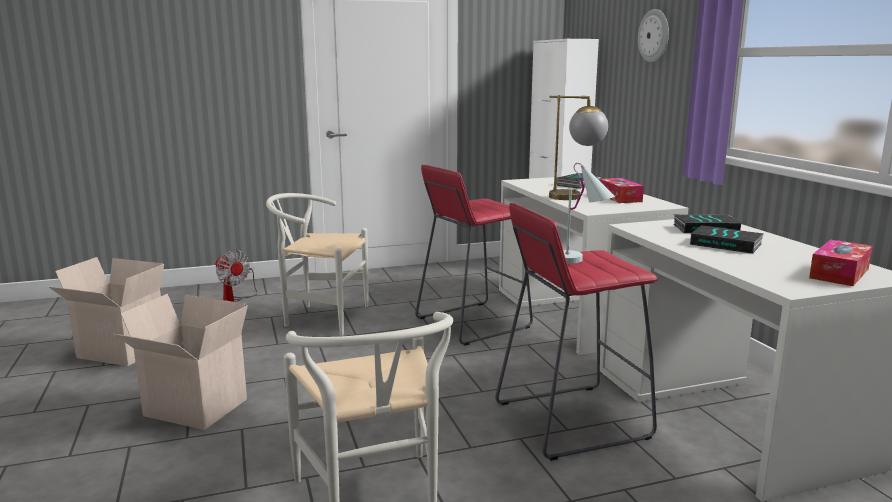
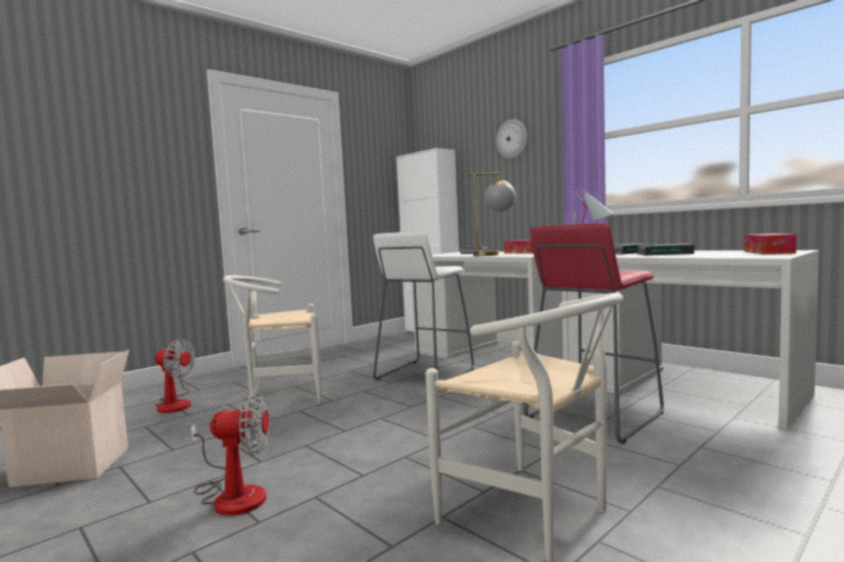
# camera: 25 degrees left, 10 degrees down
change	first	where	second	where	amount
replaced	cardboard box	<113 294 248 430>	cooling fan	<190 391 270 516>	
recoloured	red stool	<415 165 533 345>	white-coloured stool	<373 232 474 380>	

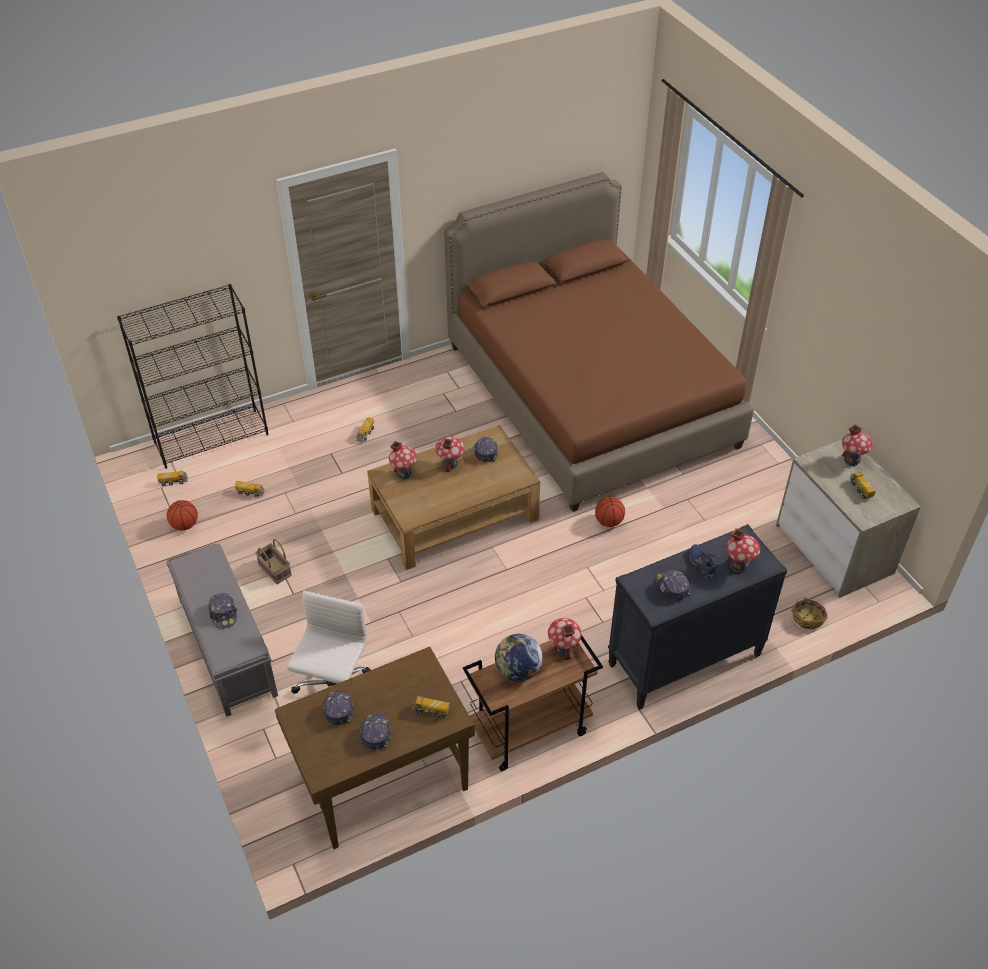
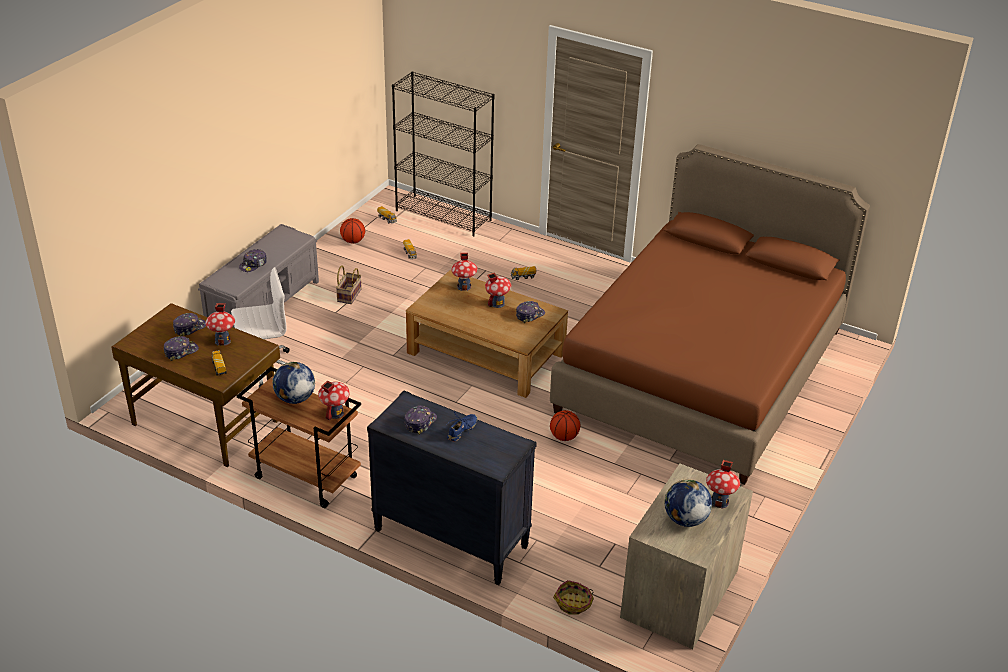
# camera: 55 degrees right, 10 degrees down
change	first	where	second	where	amount
moved	miniature house	<726 528 760 573>		<205 303 235 346>	
replaced	model truck	<850 472 876 499>	world globe	<665 479 712 527>	

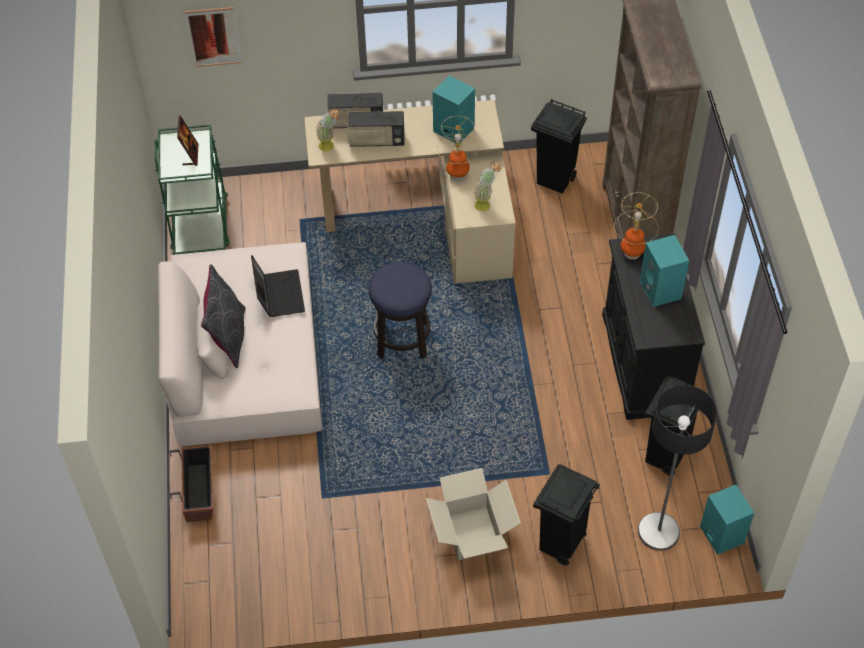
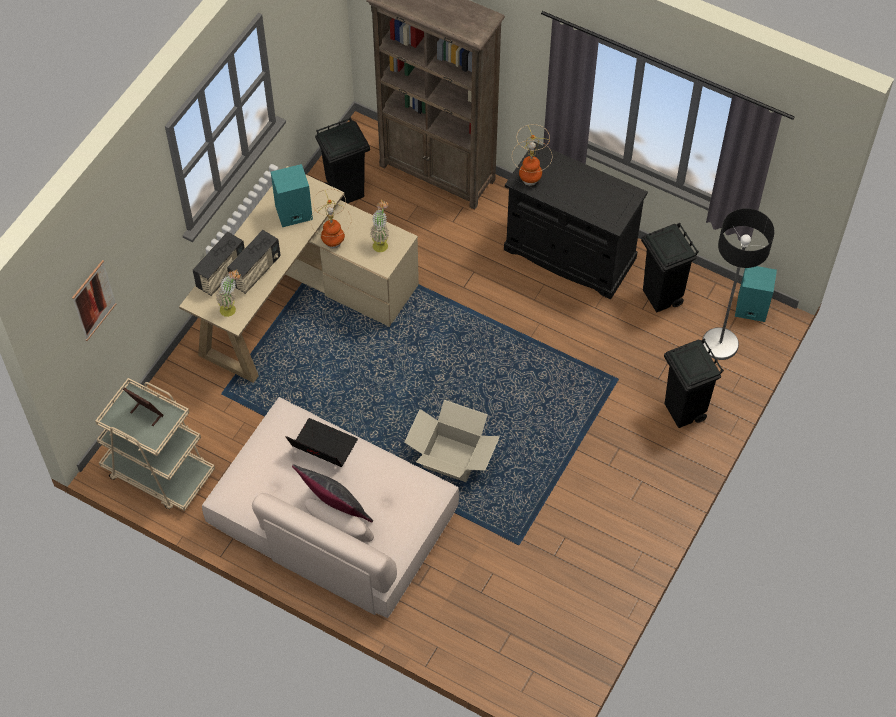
# camera: 55 degrees left, 5 degrees up
change	first	where	second	where	amount
recoloured	greenish trolley	<155 124 230 255>	beige-coloured trolley	<95 378 215 511>	
removed	flower pot	<170 446 213 522>			
removed	stool	<369 262 432 359>			
moved	cardboard box	<426 468 521 560>		<404 400 500 482>	
removed	blue-green loudspeaker	<640 235 689 307>			

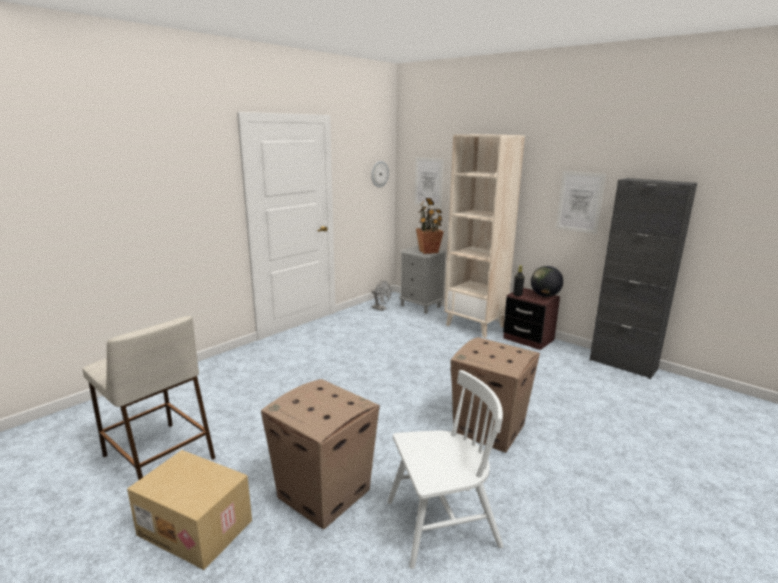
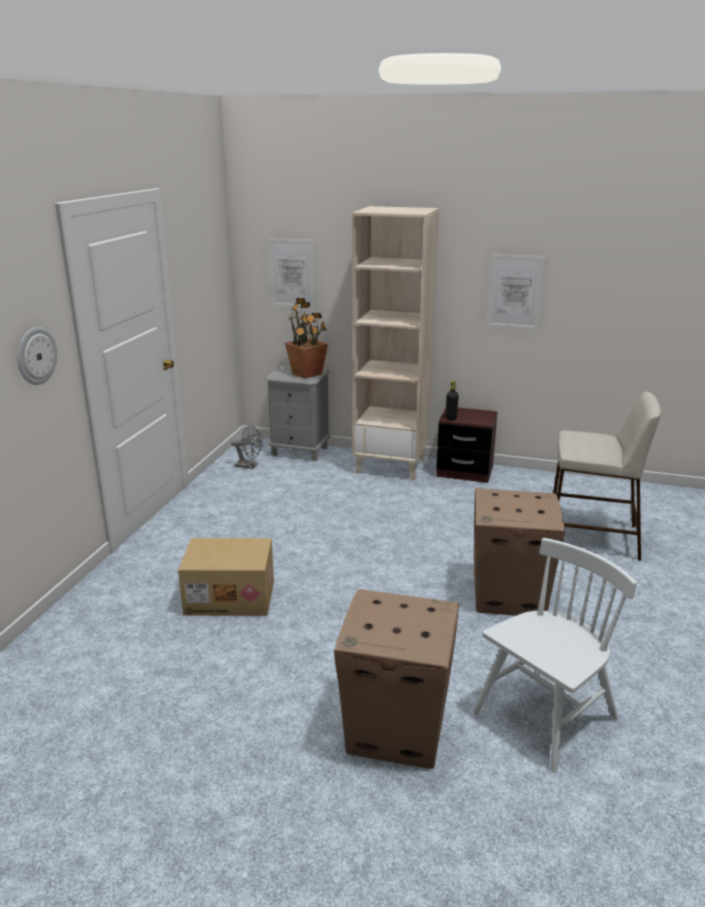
# camera: 25 degrees left, 5 degrees up
change	first	where	second	where	amount
moved	beige-coloured stool	<83 316 215 480>		<553 392 661 561>	
moved	cardboard box	<127 450 252 570>		<178 538 274 616>	
moved	clock on the wall	<371 161 389 188>		<18 327 57 385>	
removed	world globe	<531 266 563 297>			
removed	black-coloured cupboard	<589 178 697 379>			

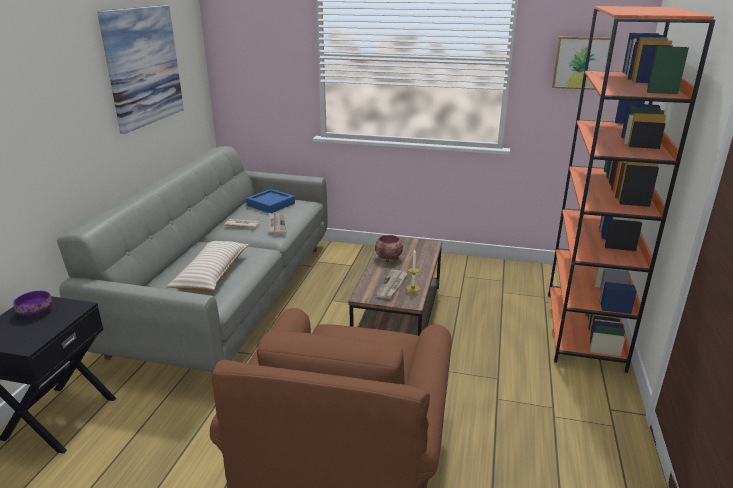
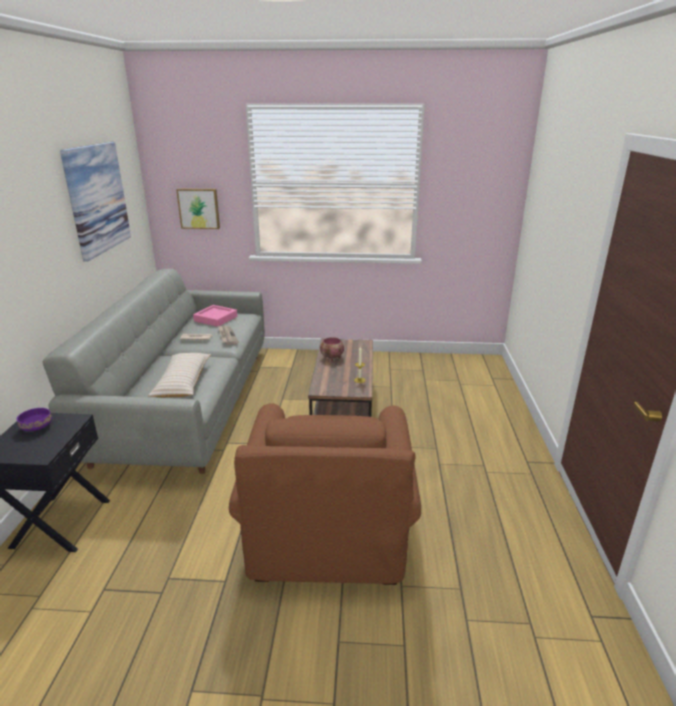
# camera: 10 degrees left, 0 degrees up
change	first	where	second	where	amount
recoloured	blue tray	<246 189 295 213>	pinkish tray	<193 305 237 327>	
removed	printed paper	<375 270 408 299>			
removed	orange bookshelf	<548 6 715 373>			
moved	picture	<552 36 611 90>		<176 188 220 229>	

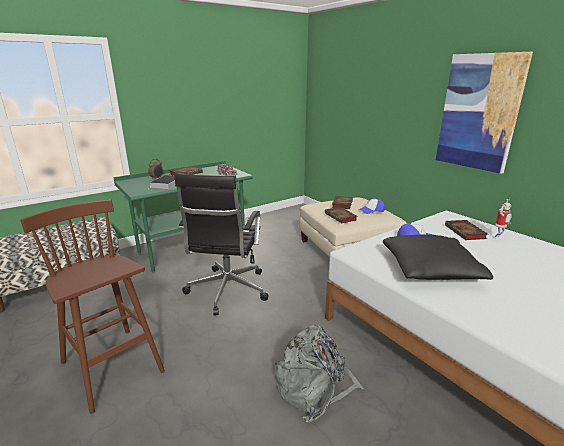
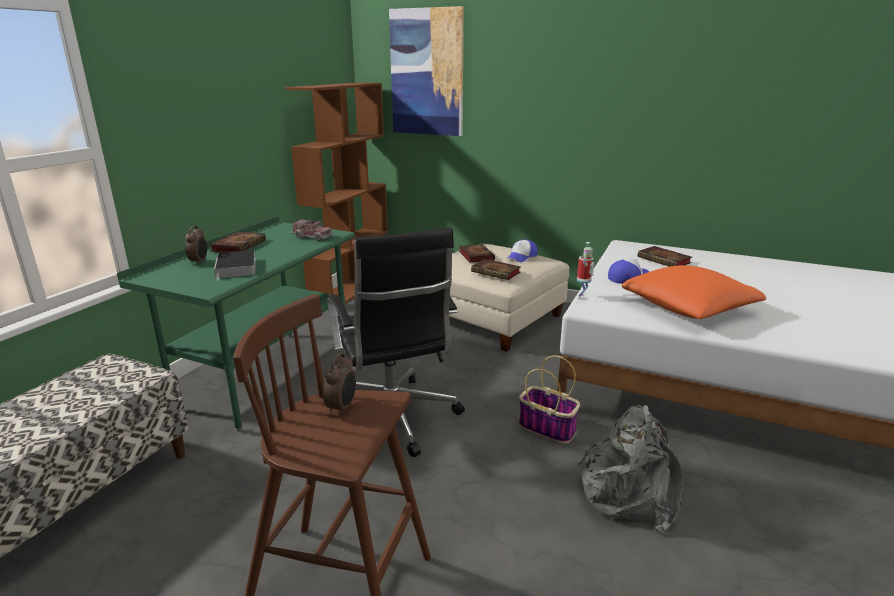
# camera: 30 degrees left, 0 degrees up
change	first	where	second	where	amount
recoloured	black-coloured throw pillow	<383 235 493 280>	orange throw pillow	<622 265 766 319>	
moved	picture	<436 52 533 174>		<389 6 464 136>	
moved	robot figure	<494 199 512 239>		<577 242 594 299>	
added			brownish bookshelf	<285 82 388 310>	
added			alarm clock	<323 353 356 416>	
added			storage basket	<519 355 580 444>	

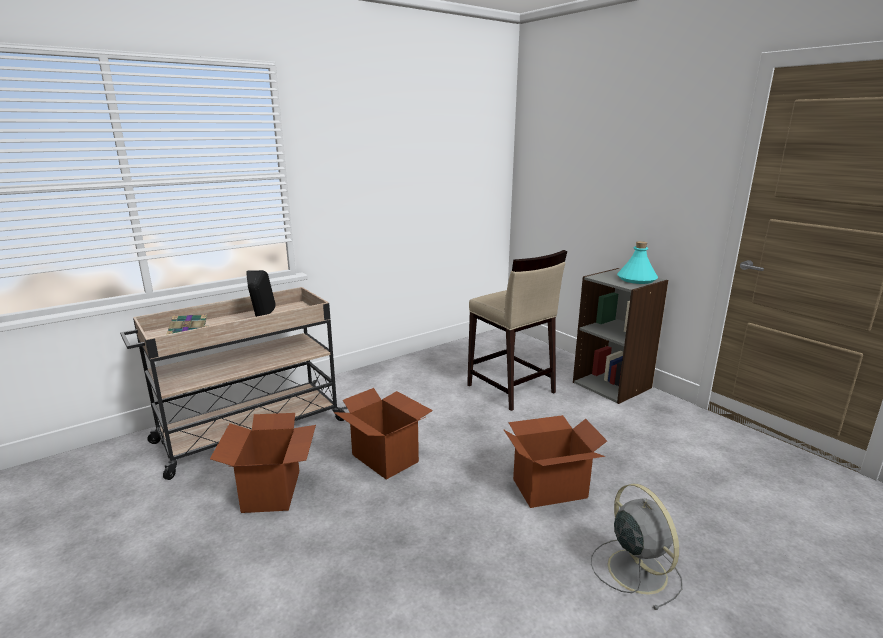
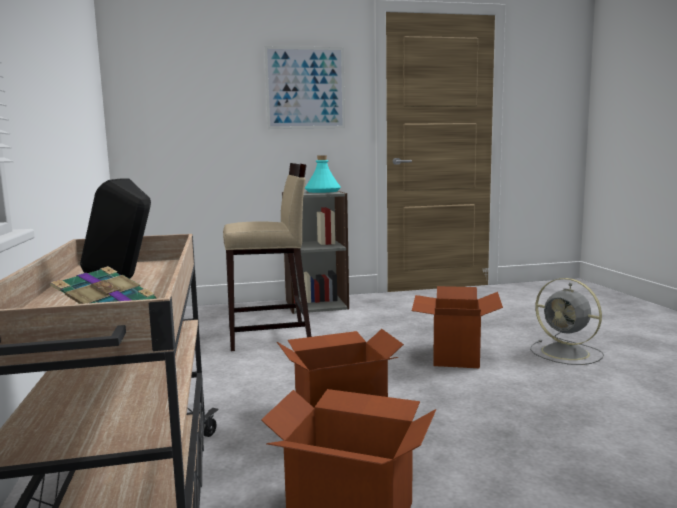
# camera: 65 degrees left, 10 degrees down
change	first	where	second	where	amount
turned	grey cooling fan	<591 484 682 610>		<530 278 604 365>	135 degrees counterclockwise
added			picture	<264 46 345 129>	

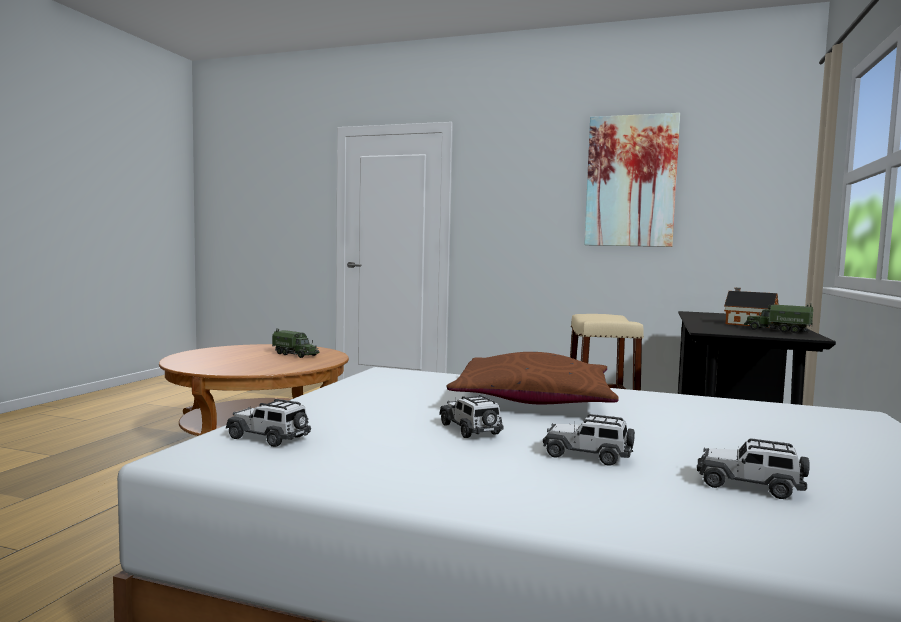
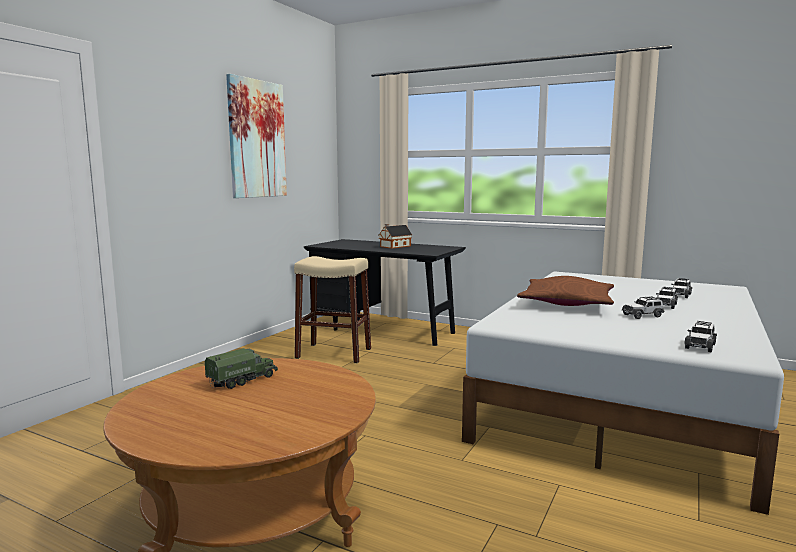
# camera: 80 degrees left, 5 degrees up
change	first	where	second	where	amount
removed	model truck	<744 303 813 333>			

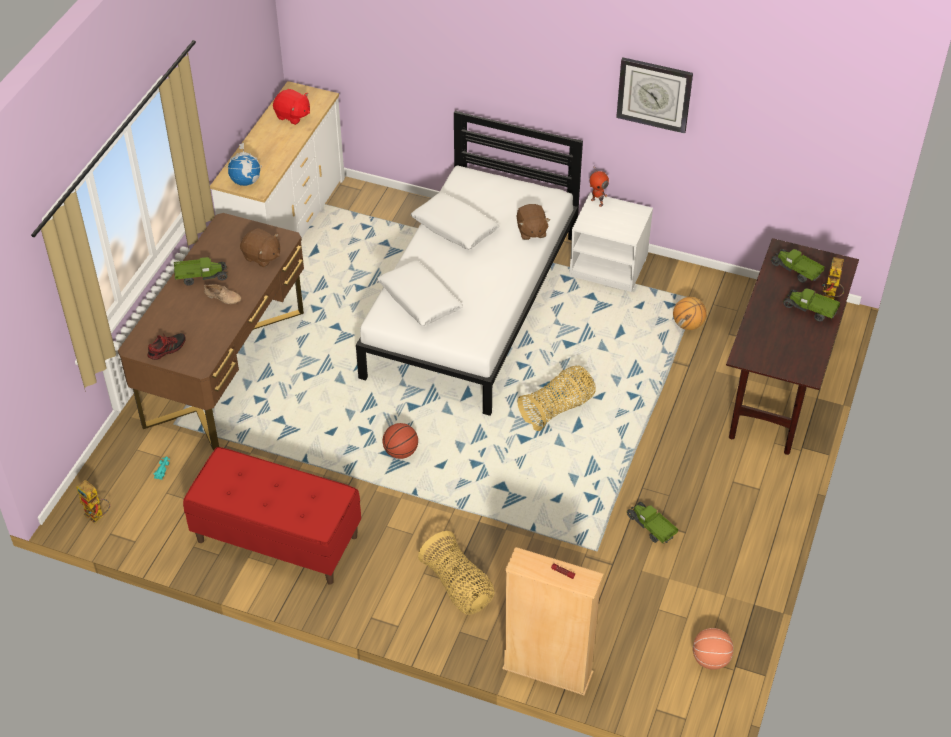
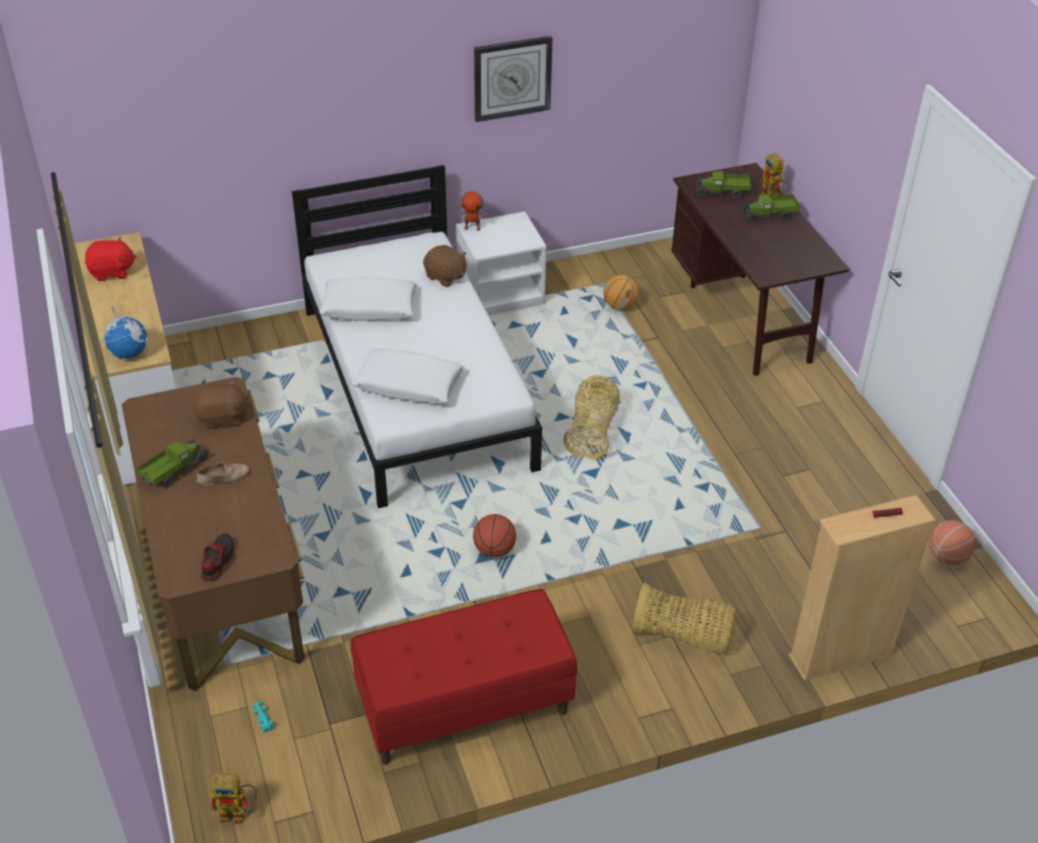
# camera: 40 degrees left, 5 degrees down
change	first	where	second	where	amount
removed	model truck	<626 502 678 544>			

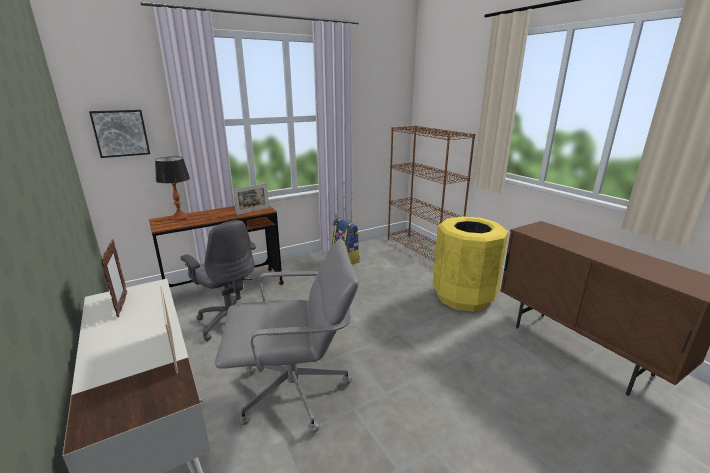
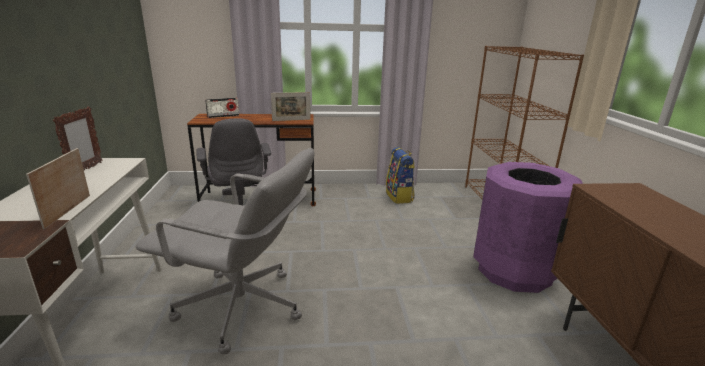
# camera: 25 degrees right, 0 degrees up
change	first	where	second	where	amount
removed	picture	<89 110 150 158>			
replaced	lamp for a table	<155 157 190 221>	radio	<205 98 239 118>	
recoloured	yellow-coloured rubbish bin	<433 216 508 312>	purple rubbish bin	<473 162 583 293>	

